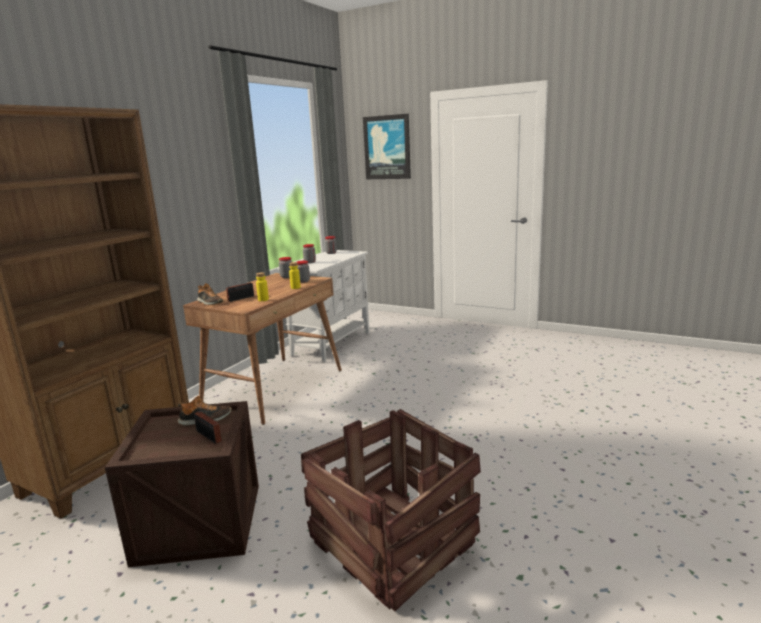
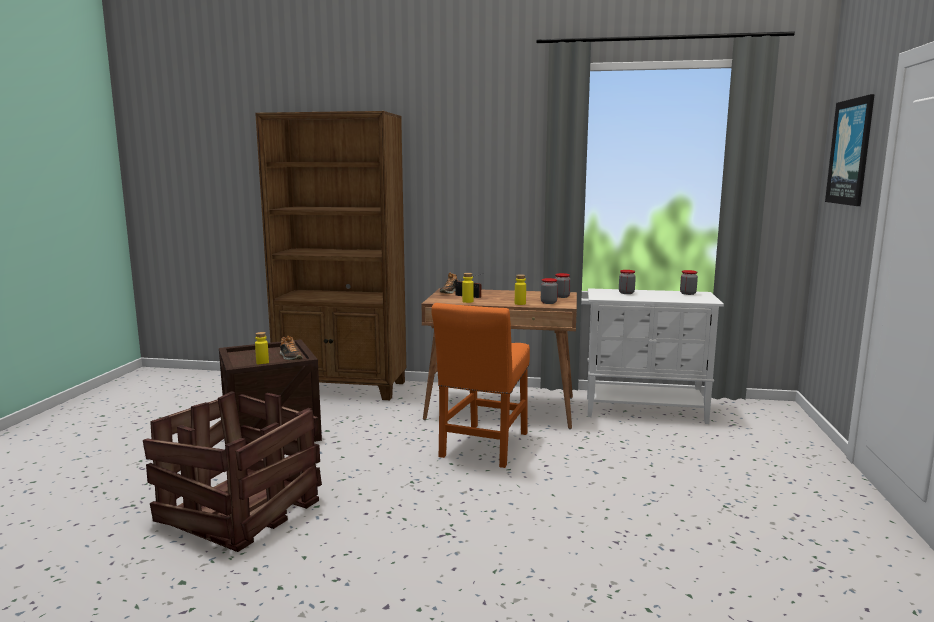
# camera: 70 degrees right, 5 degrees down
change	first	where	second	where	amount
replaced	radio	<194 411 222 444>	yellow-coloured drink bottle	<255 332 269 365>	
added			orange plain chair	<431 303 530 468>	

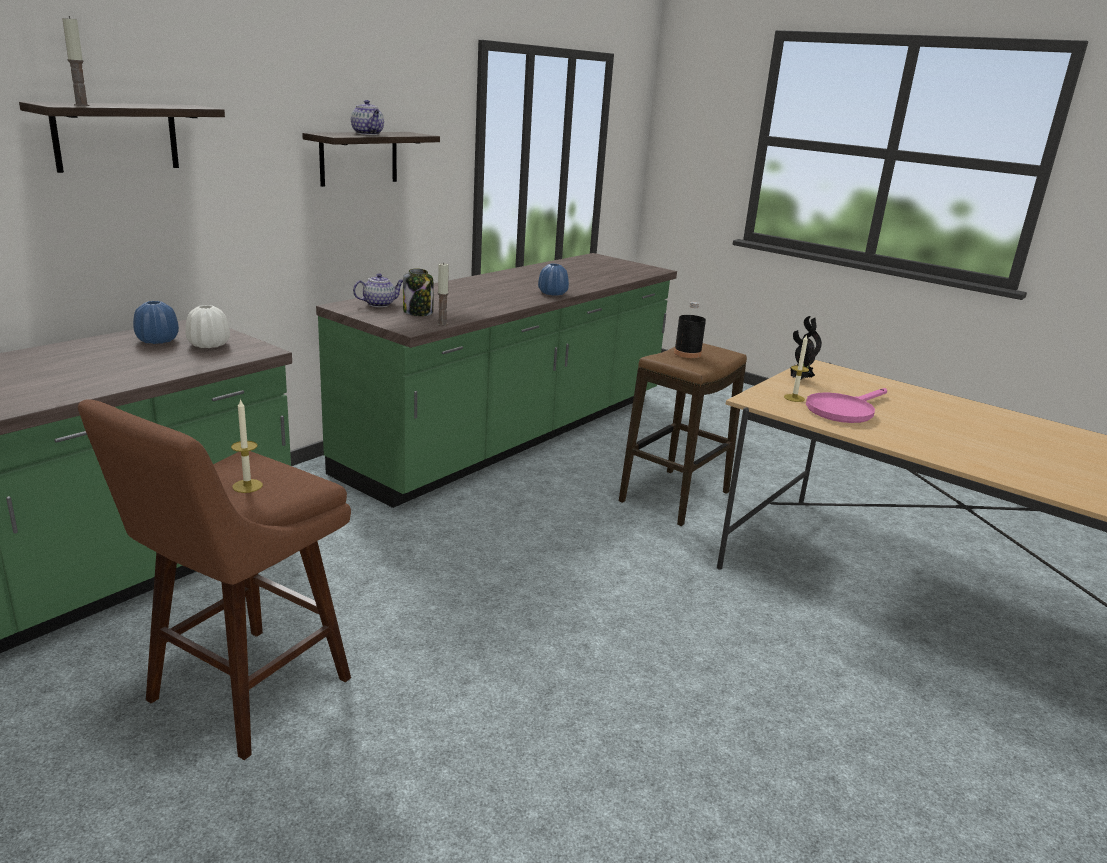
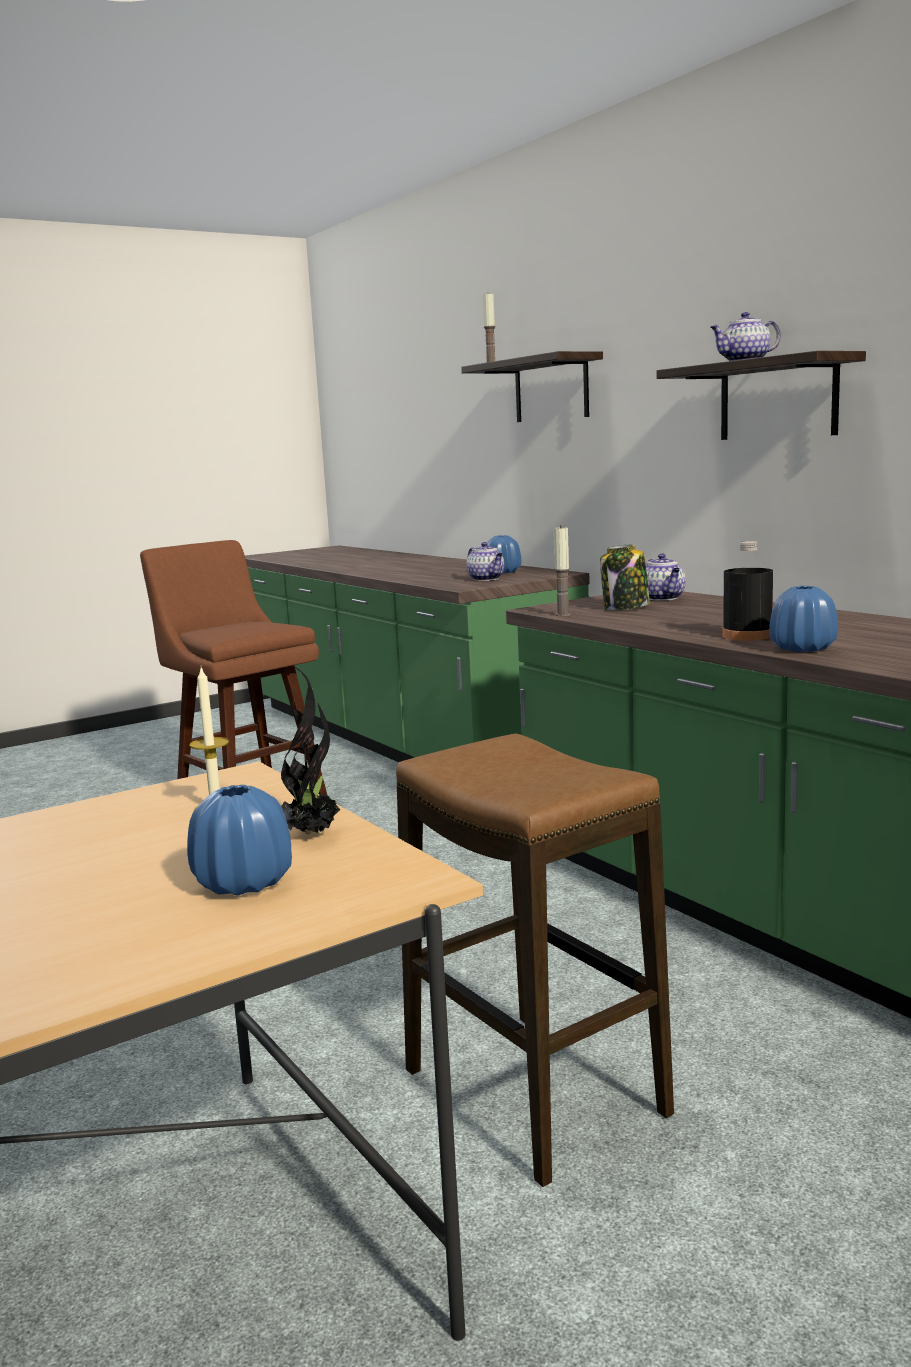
# camera: 110 degrees right, 10 degrees down
change	first	where	second	where	amount
replaced	white-coloured vase	<185 305 230 348>	teapot	<466 542 504 581>	
removed	wax light	<231 398 263 493>			
moved	black-coloured drink bottle	<674 302 706 358>		<722 541 773 641>	
removed	pinkish frying pan	<806 388 887 423>			
added			blue vase	<187 785 292 896>	

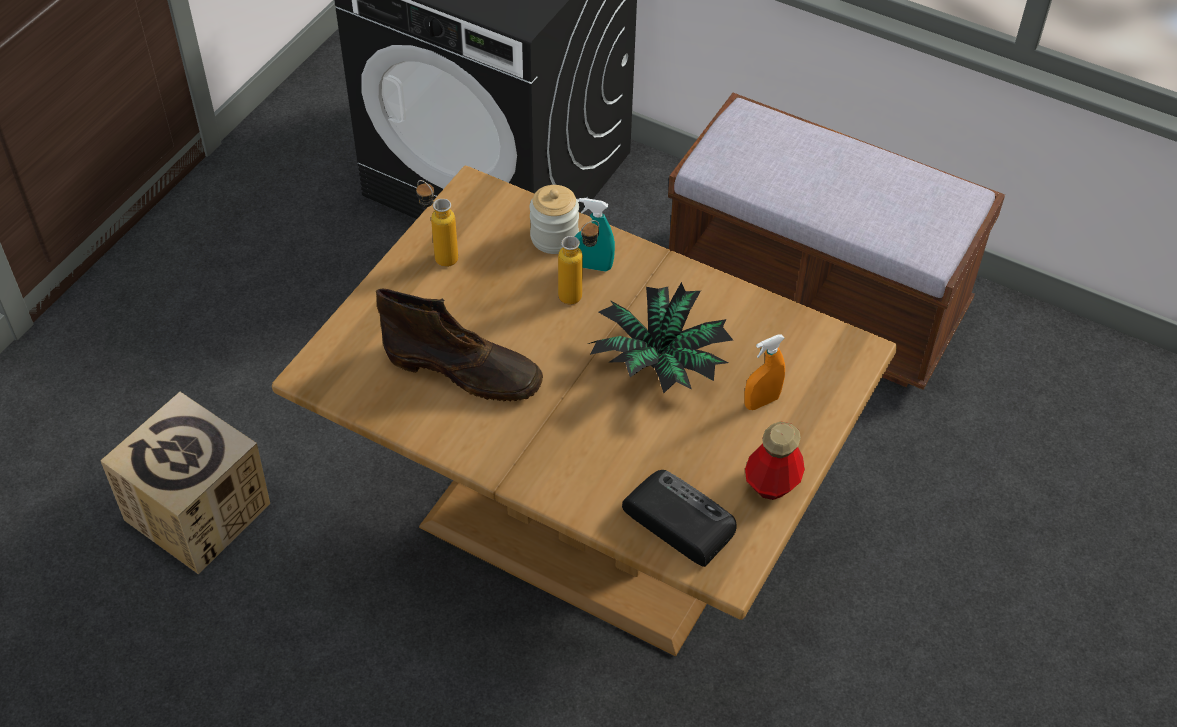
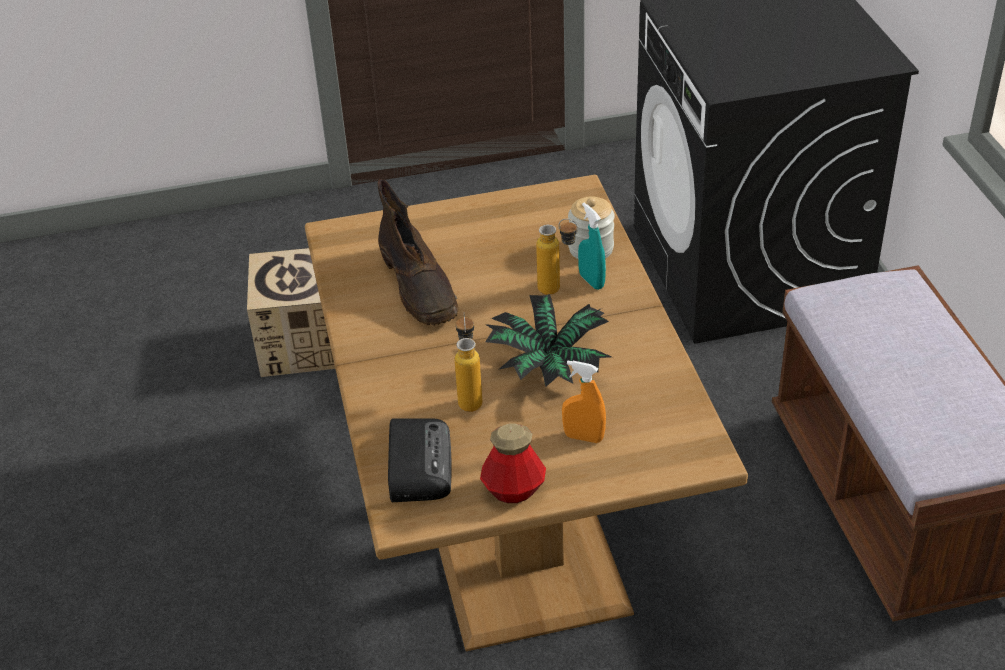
# camera: 50 degrees right, 10 degrees down
change	first	where	second	where	amount
moved	drink bottle	<416 180 458 267>		<455 312 482 412>	

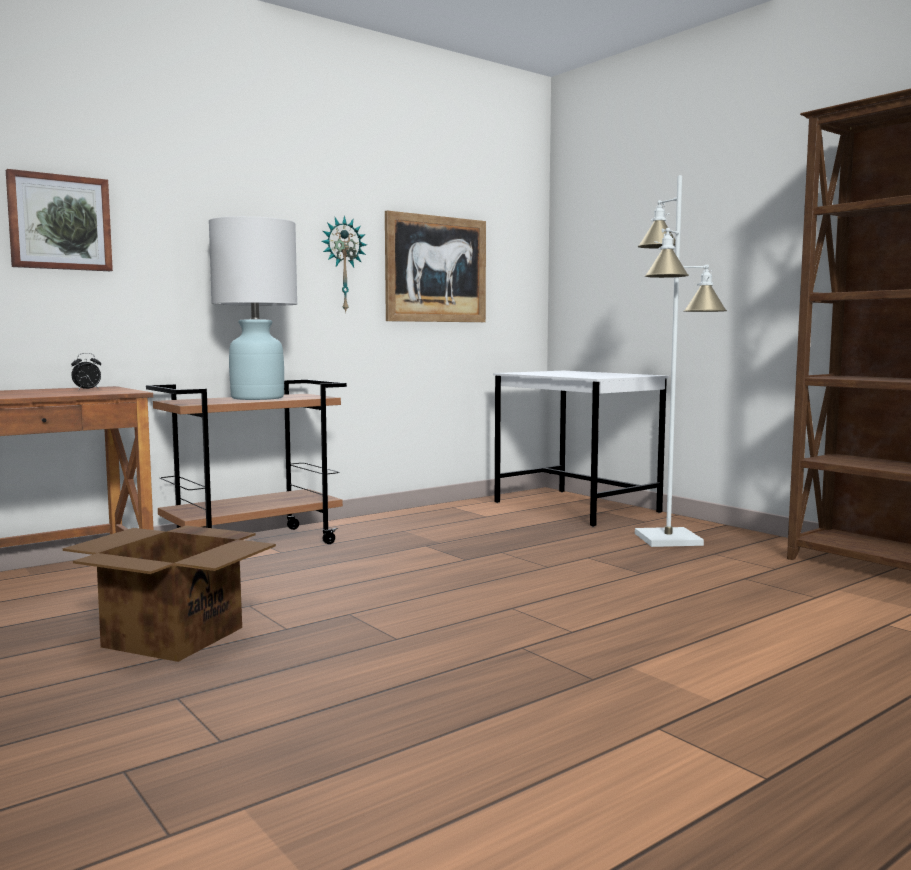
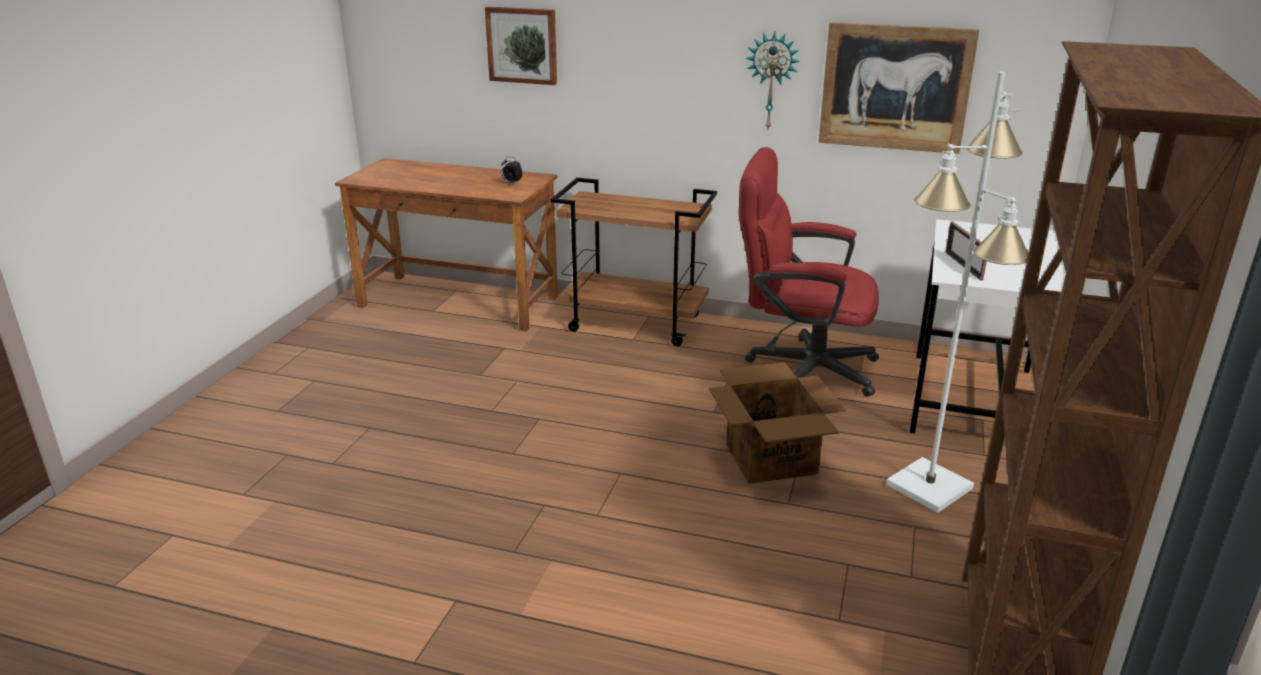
# camera: 55 degrees right, 20 degrees up
change	first	where	second	where	amount
moved	cardboard box	<63 526 276 662>		<709 362 846 484>	
removed	white-coloured lamp for a table	<209 216 297 400>			
added			red office chair	<739 147 879 397>	
added			standing frame	<945 222 987 281>	

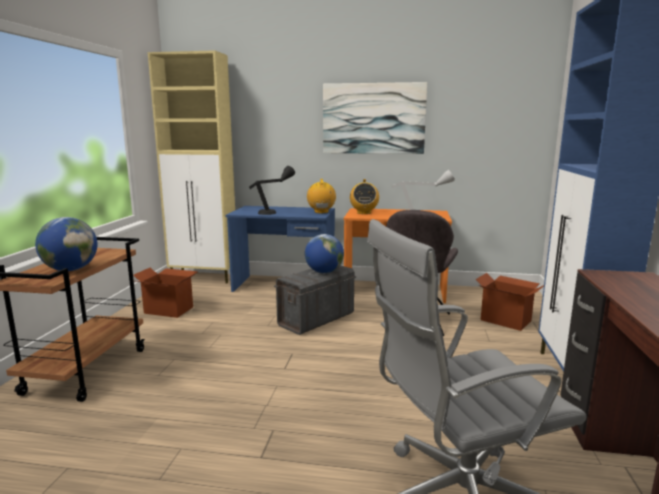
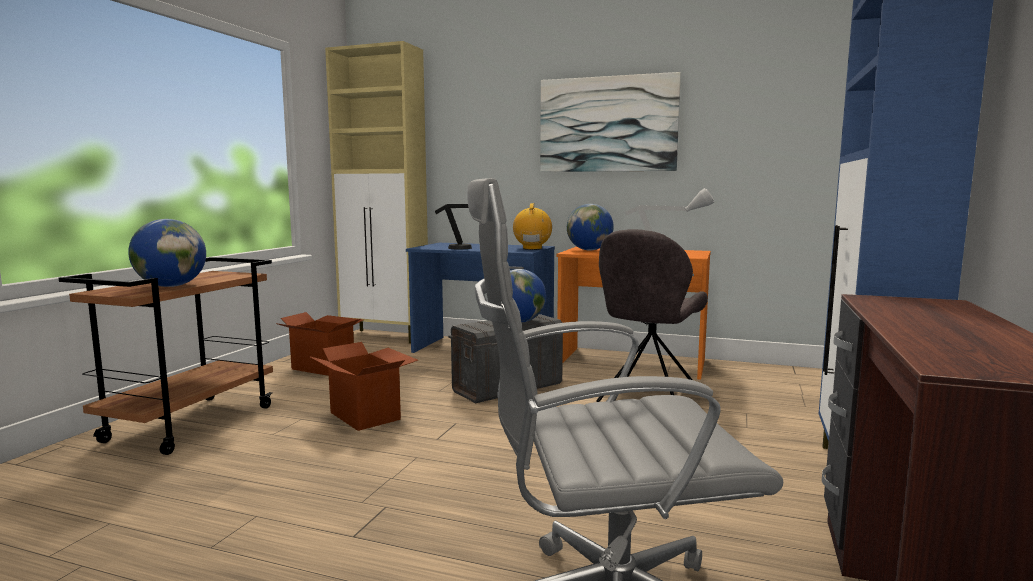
# camera: 10 degrees right, 5 degrees down
change	first	where	second	where	amount
replaced	radio	<350 179 379 214>	world globe	<567 204 614 251>	
moved	cardboard box	<475 273 544 331>		<308 342 418 431>	

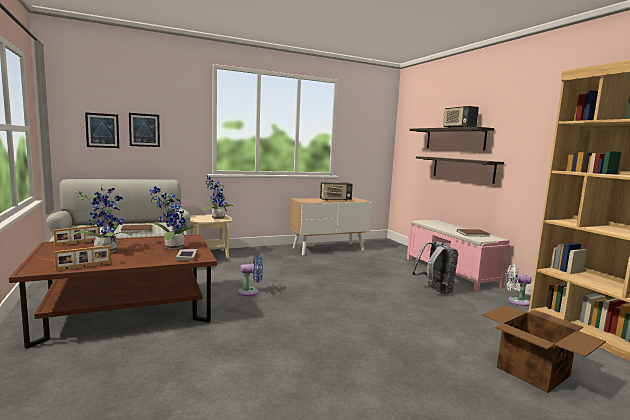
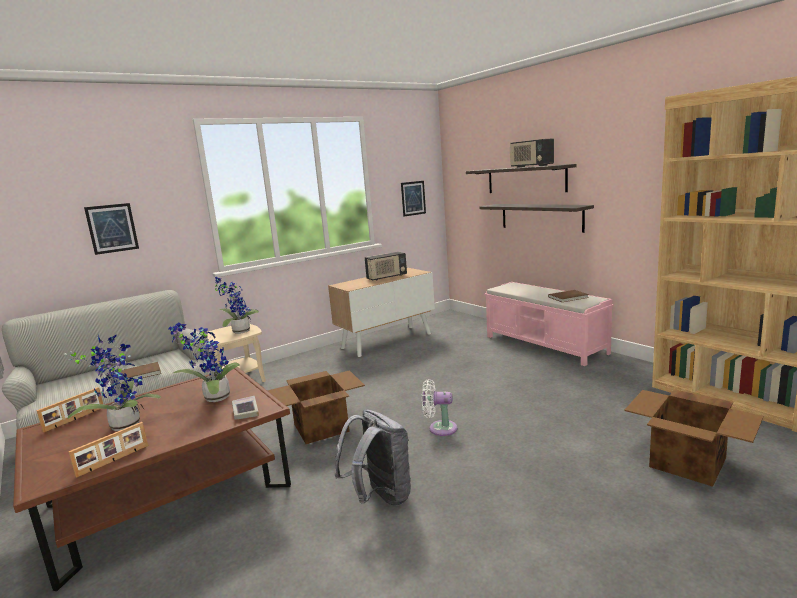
# camera: 10 degrees left, 5 degrees up
change	first	where	second	where	amount
moved	picture	<85 112 119 148>		<401 181 426 217>	
replaced	blue cooling fan	<238 255 263 296>	cardboard box	<268 370 365 444>	
moved	grey rucksack	<412 241 459 294>		<335 409 411 506>	
moved	white-coloured cooling fan	<506 264 531 306>		<422 379 458 436>	

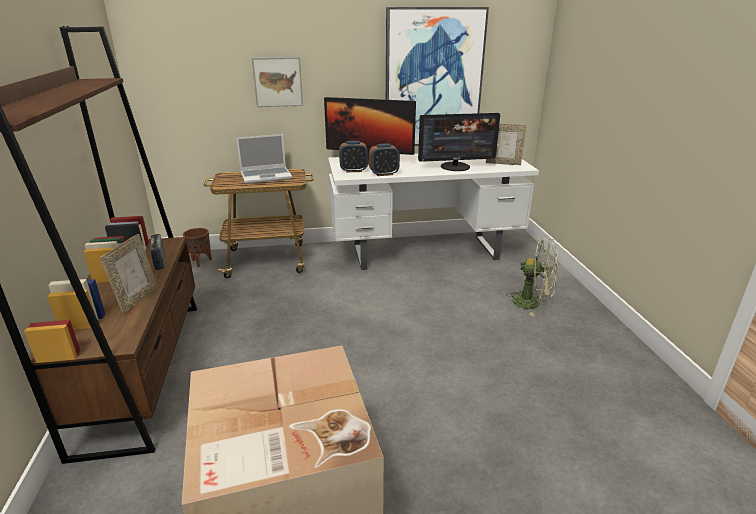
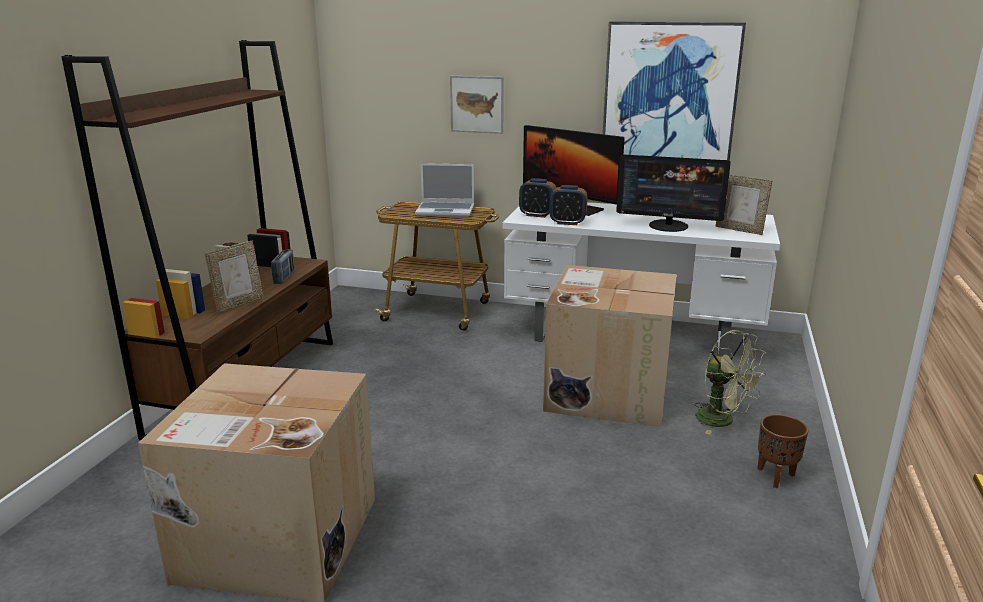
# camera: 25 degrees right, 5 degrees down
change	first	where	second	where	amount
moved	brownish flower pot	<183 228 212 267>		<757 414 808 488>	
added			cardboard box	<543 265 677 427>	

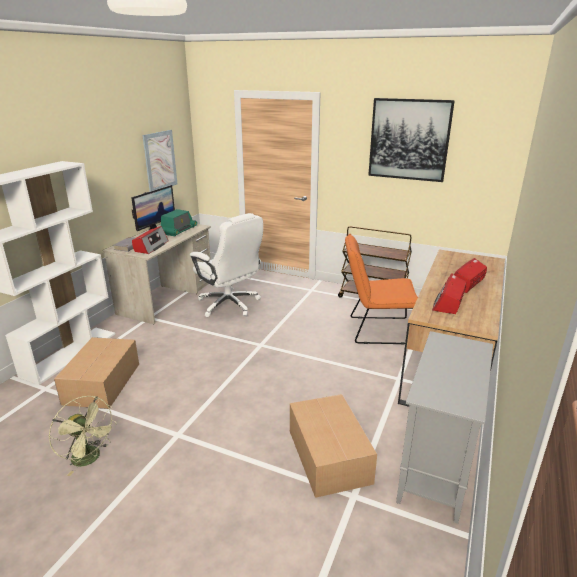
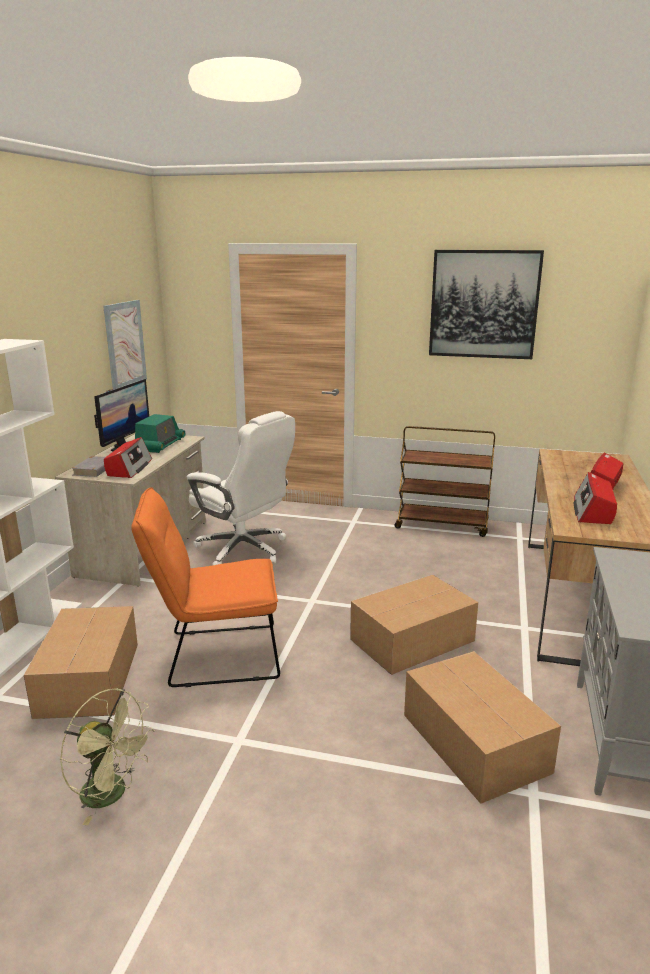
# camera: 10 degrees left, 5 degrees down
change	first	where	second	where	amount
moved	orange plain chair	<345 234 418 344>		<131 487 280 687>	
added			cardboard box	<350 575 478 675>	

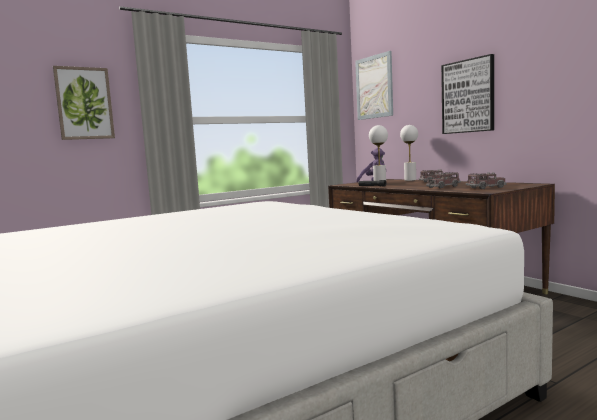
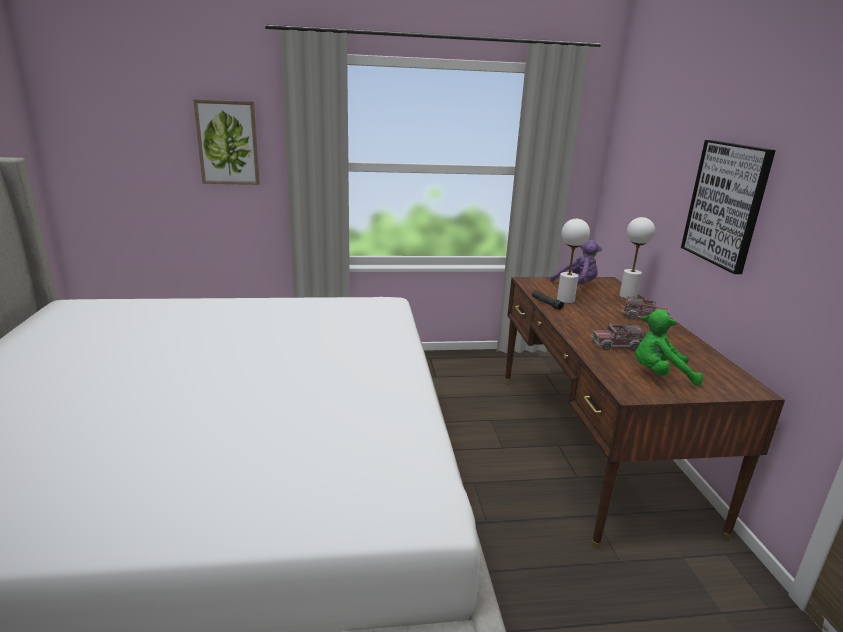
# camera: 25 degrees right, 15 degrees up
change	first	where	second	where	amount
removed	picture	<355 51 393 120>			
replaced	model truck	<466 172 506 189>	greenish plush toy	<636 310 703 386>	

